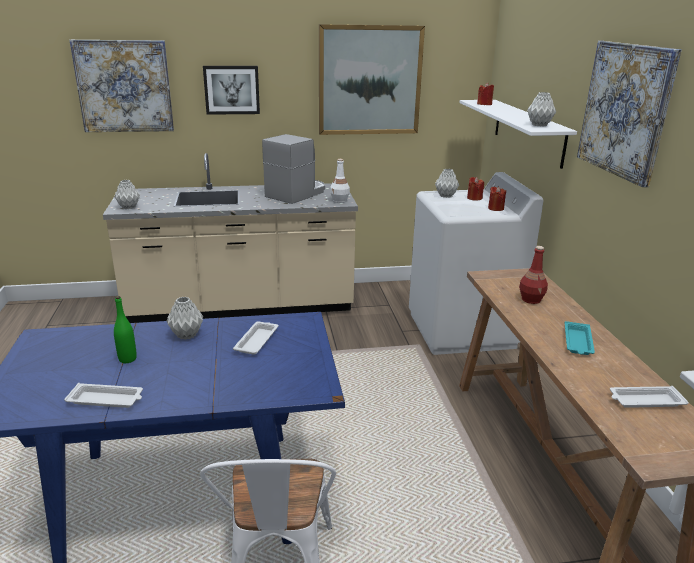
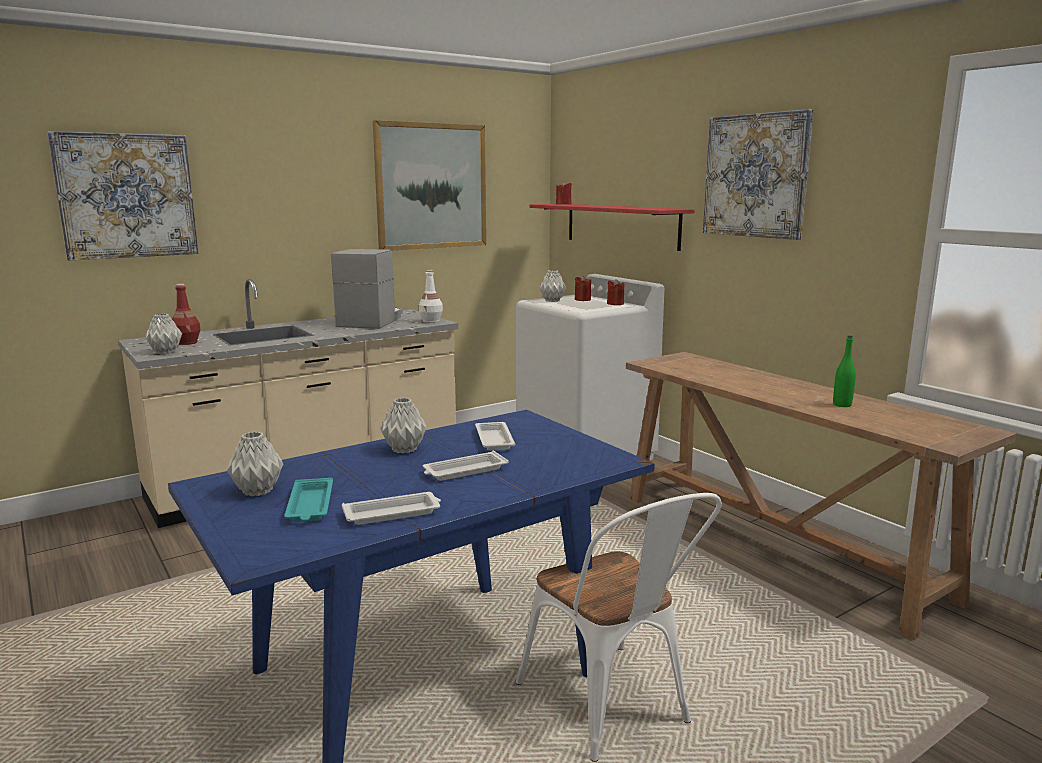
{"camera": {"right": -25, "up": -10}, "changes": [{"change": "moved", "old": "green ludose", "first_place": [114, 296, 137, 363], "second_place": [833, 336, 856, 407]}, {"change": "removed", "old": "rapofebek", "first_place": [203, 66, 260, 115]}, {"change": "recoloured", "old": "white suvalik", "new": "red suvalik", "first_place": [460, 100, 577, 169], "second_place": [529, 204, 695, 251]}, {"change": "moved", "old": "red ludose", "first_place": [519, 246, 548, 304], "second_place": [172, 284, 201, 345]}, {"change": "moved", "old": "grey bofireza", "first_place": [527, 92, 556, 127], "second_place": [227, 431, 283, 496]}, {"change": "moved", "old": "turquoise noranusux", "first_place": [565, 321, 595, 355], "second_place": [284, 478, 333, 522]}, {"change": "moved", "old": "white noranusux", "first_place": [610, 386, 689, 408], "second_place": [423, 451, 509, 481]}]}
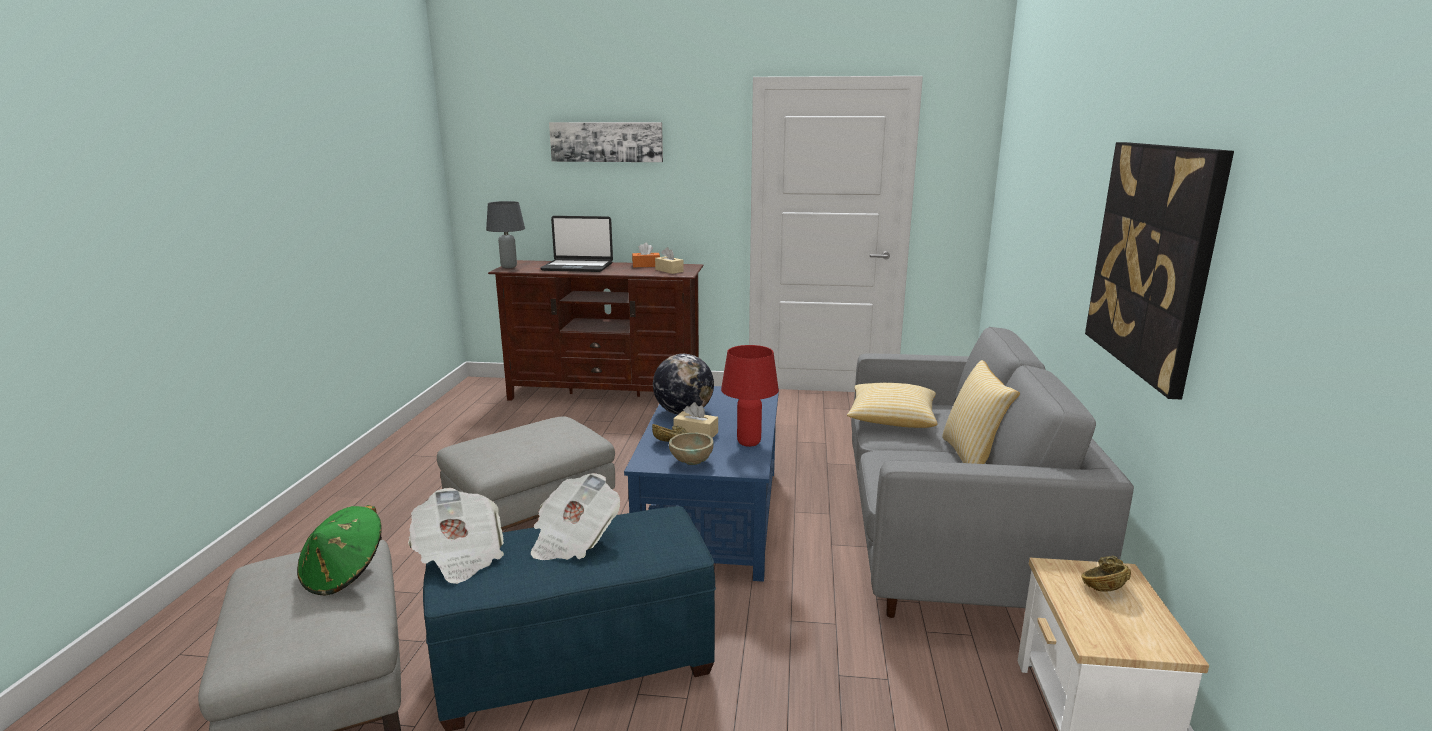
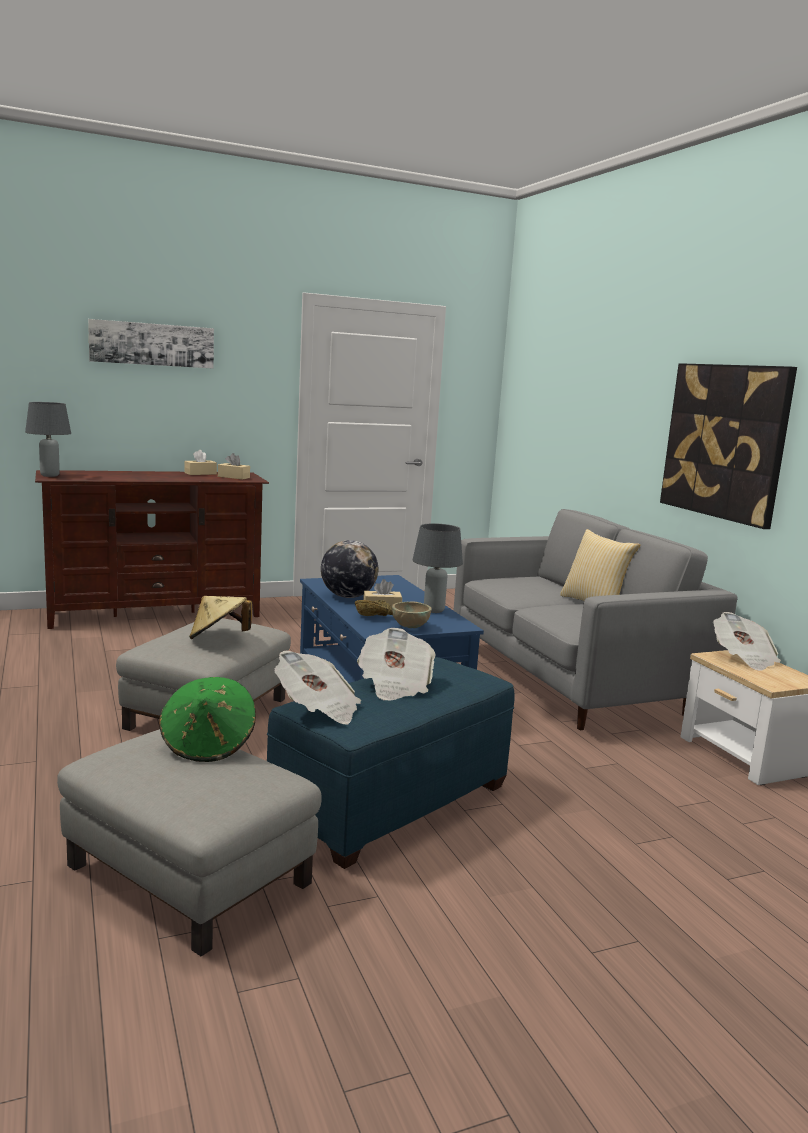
{"camera": {"right": -30, "up": -5}, "changes": [{"change": "removed", "old": "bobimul", "first_place": [540, 216, 613, 272]}, {"change": "recoloured", "old": "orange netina", "new": "beige netina", "first_place": [632, 243, 660, 267], "second_place": [185, 450, 217, 475]}, {"change": "recoloured", "old": "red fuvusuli", "new": "grey fuvusuli", "first_place": [721, 345, 779, 447], "second_place": [413, 523, 463, 613]}, {"change": "removed", "old": "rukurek", "first_place": [847, 383, 938, 428]}, {"change": "replaced", "old": "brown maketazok", "new": "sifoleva", "first_place": [1081, 556, 1131, 592], "second_place": [713, 612, 781, 671]}, {"change": "added", "new": "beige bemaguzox", "second_place": [189, 596, 252, 639]}]}
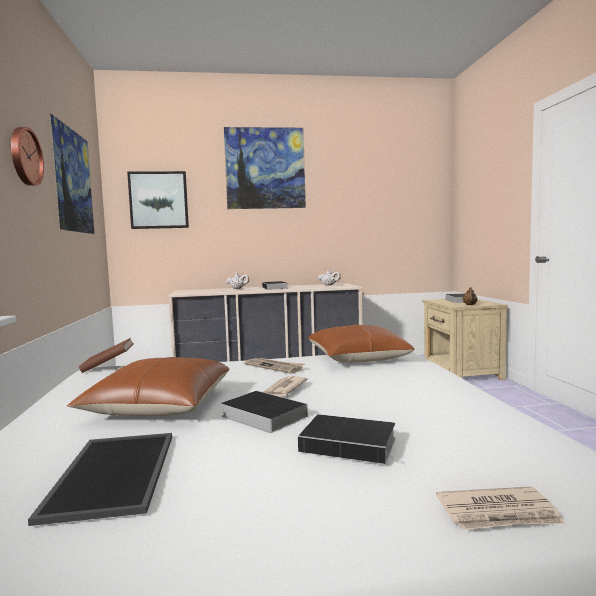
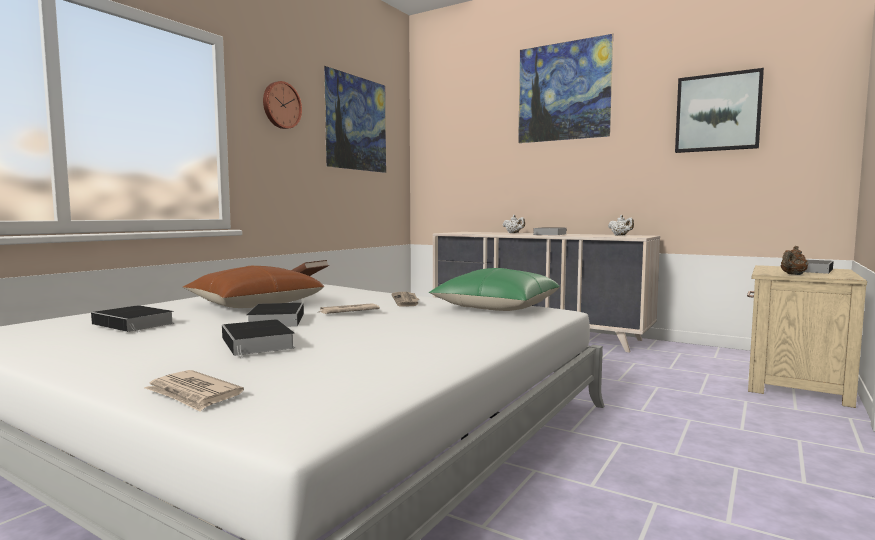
{"camera": {"right": 40, "up": 0}, "changes": [{"change": "replaced", "old": "noranusux", "new": "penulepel", "first_place": [28, 433, 172, 526], "second_place": [91, 305, 174, 333]}, {"change": "moved", "old": "rapofebek", "first_place": [127, 171, 189, 229], "second_place": [675, 68, 764, 153]}, {"change": "recoloured", "old": "brown rukurek", "new": "green rukurek", "first_place": [308, 325, 415, 363], "second_place": [429, 268, 560, 311]}]}
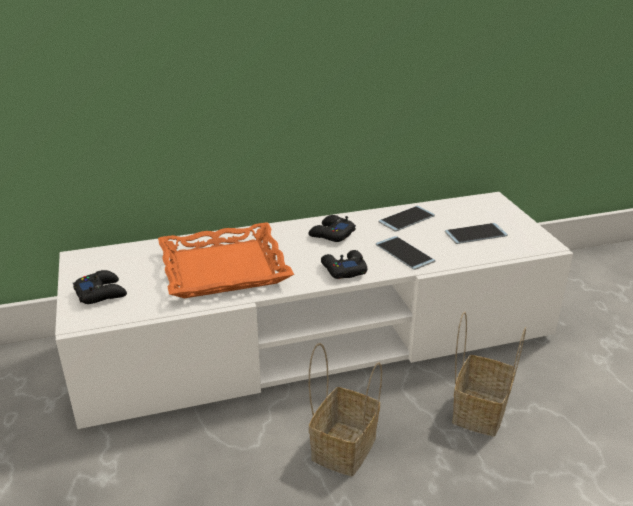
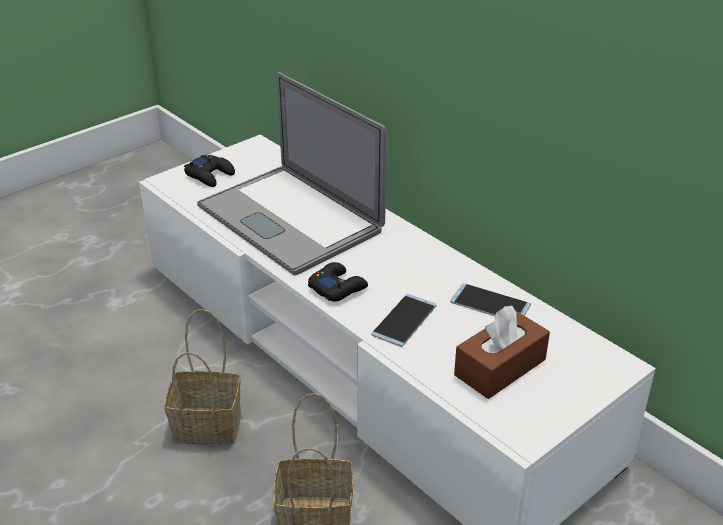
{"camera": {"right": 65, "up": 5}, "changes": [{"change": "replaced", "old": "orange noranusux", "new": "bobimul", "first_place": [158, 222, 294, 298], "second_place": [197, 72, 387, 275]}, {"change": "removed", "old": "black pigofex", "first_place": [308, 215, 356, 242]}, {"change": "replaced", "old": "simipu", "new": "brown netina", "first_place": [445, 223, 508, 244], "second_place": [454, 306, 550, 399]}]}
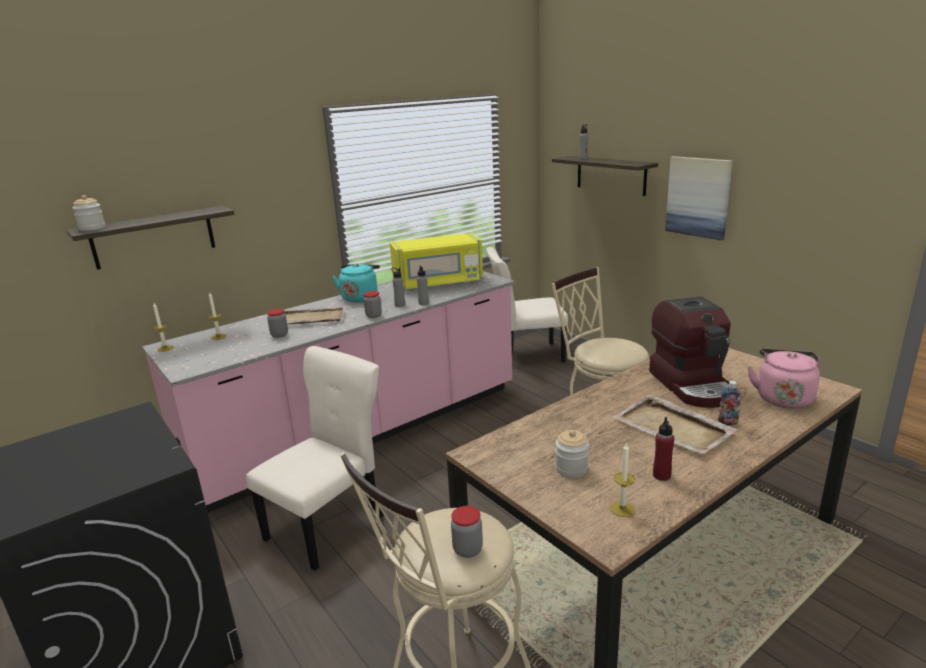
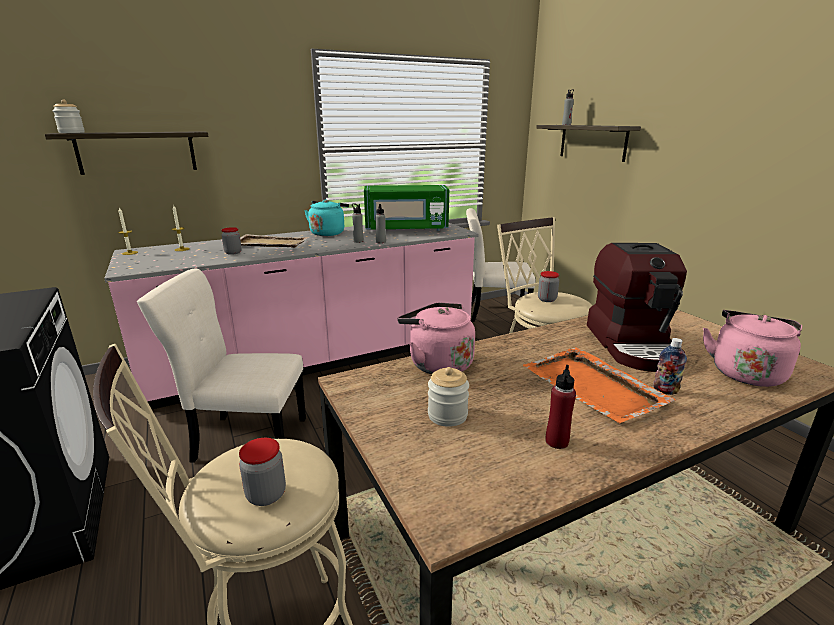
{"camera": {"right": 10, "up": 0}, "changes": [{"change": "turned", "old": "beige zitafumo", "first_place": [246, 346, 384, 571], "second_place": [137, 269, 306, 463], "degrees": -135}, {"change": "moved", "old": "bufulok", "first_place": [364, 291, 382, 318], "second_place": [538, 271, 559, 302]}, {"change": "recoloured", "old": "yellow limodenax", "new": "green limodenax", "first_place": [390, 233, 483, 290], "second_place": [364, 185, 449, 231]}, {"change": "removed", "old": "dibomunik", "first_place": [610, 442, 635, 517]}, {"change": "recoloured", "old": "beige noranusux", "new": "orange noranusux", "first_place": [612, 395, 738, 454], "second_place": [523, 347, 676, 423]}, {"change": "removed", "old": "rapofebek", "first_place": [665, 156, 733, 241]}, {"change": "added", "new": "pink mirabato", "second_place": [398, 302, 475, 374]}]}
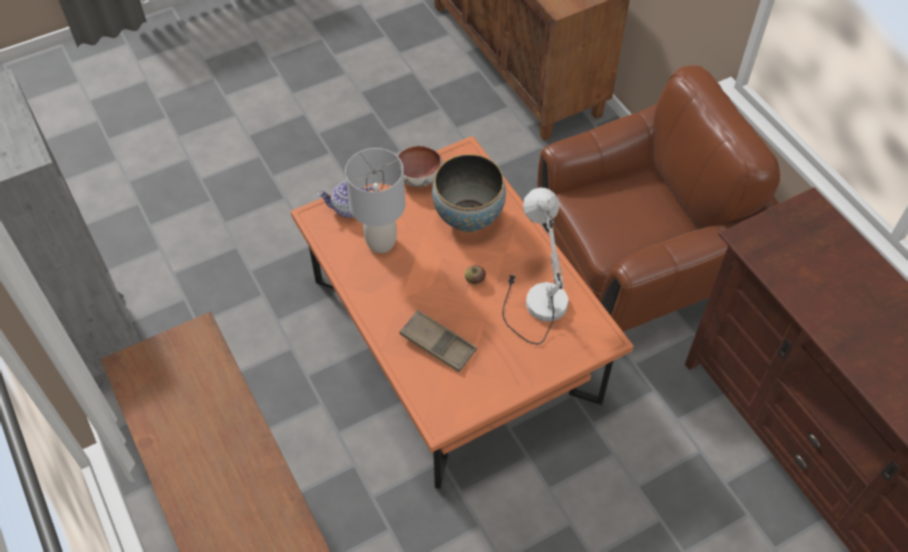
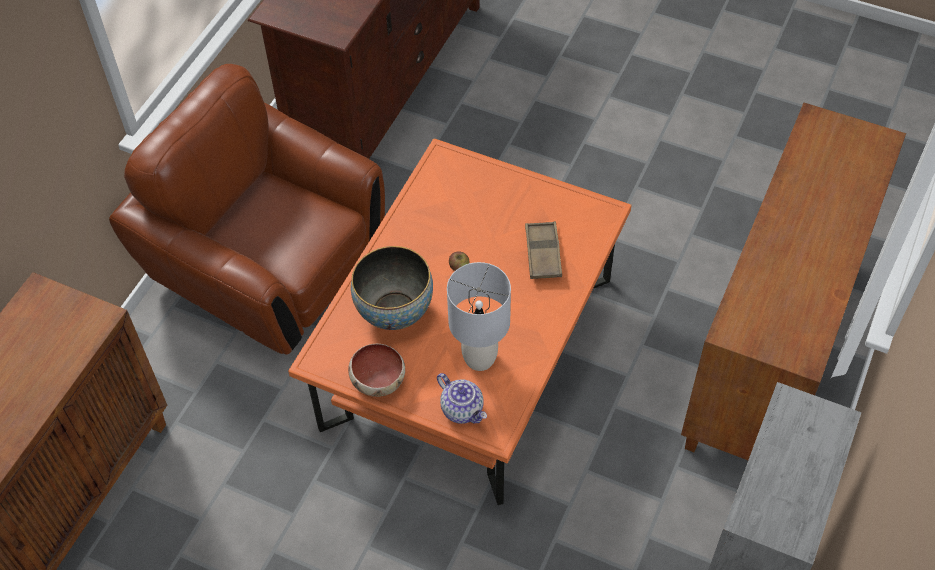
{"camera": {"right": -125, "up": 0}, "changes": [{"change": "removed", "old": "white fuvusuli", "first_place": [502, 188, 569, 345]}]}
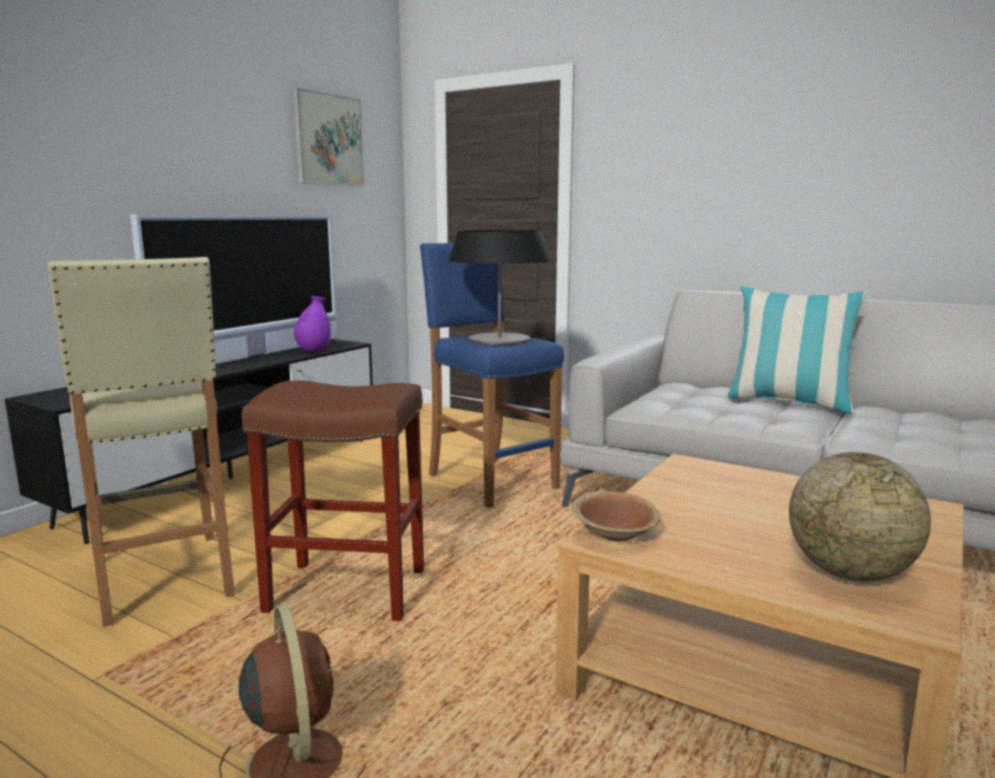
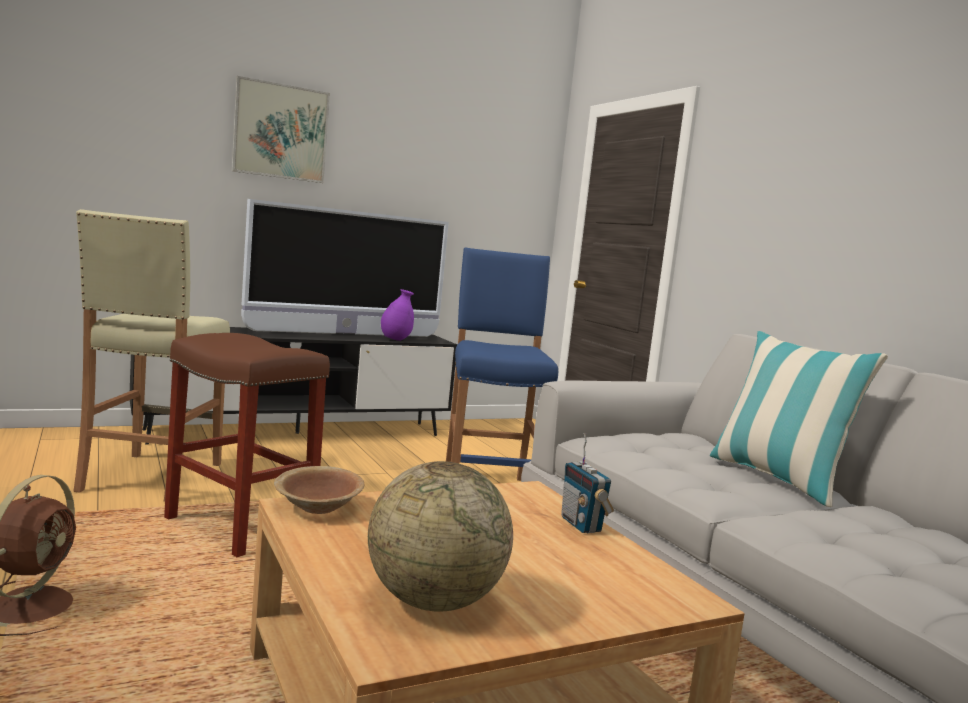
{"camera": {"right": 30, "up": -5}, "changes": [{"change": "moved", "old": "rapofebek", "first_place": [293, 87, 364, 186], "second_place": [232, 76, 330, 183]}, {"change": "removed", "old": "fuvusuli", "first_place": [449, 230, 551, 344]}, {"change": "added", "new": "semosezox", "second_place": [561, 433, 614, 533]}]}
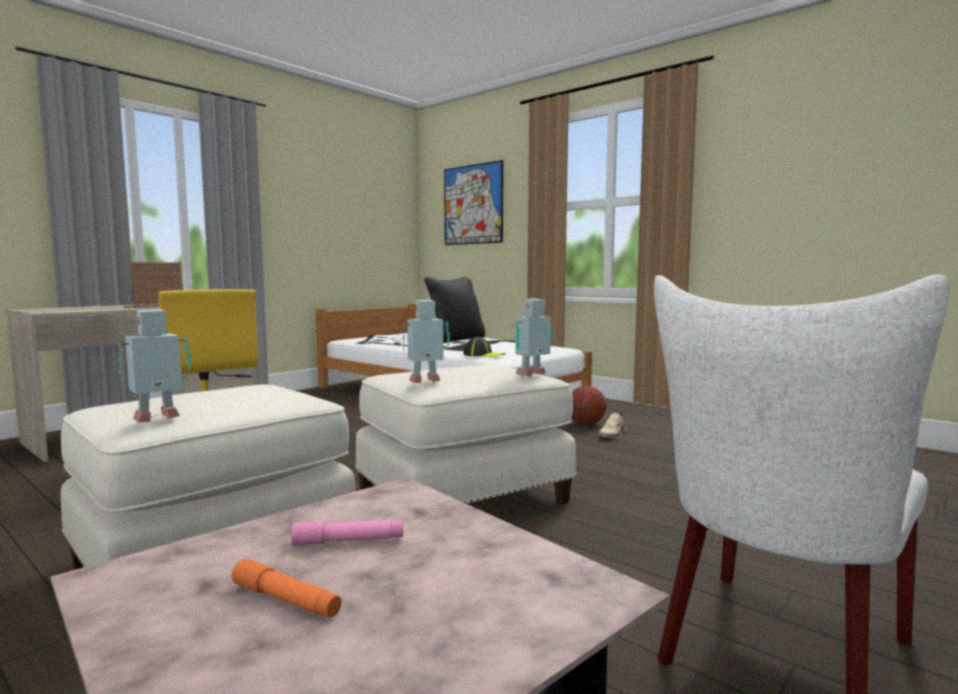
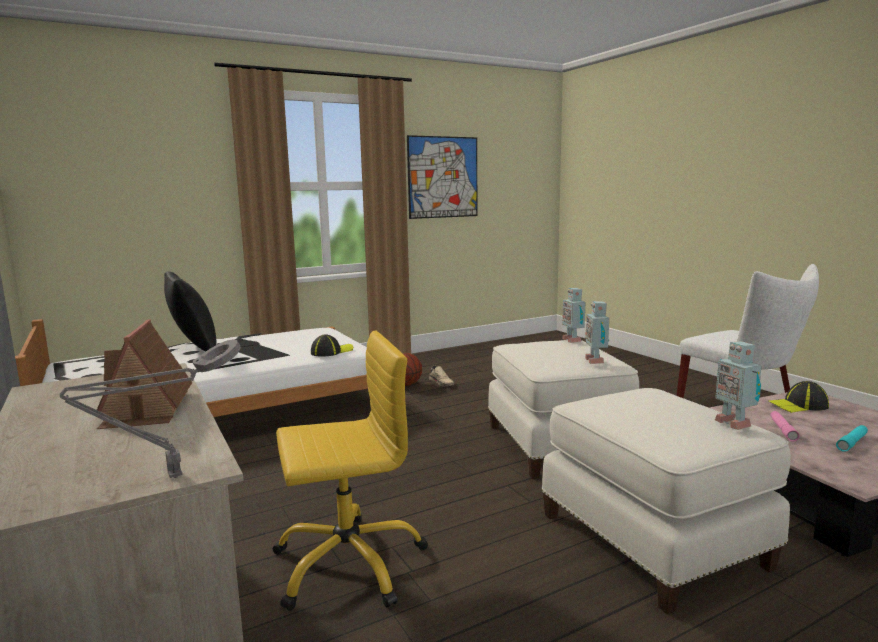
{"camera": {"right": -70, "up": 5}, "changes": [{"change": "recoloured", "old": "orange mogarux", "new": "turquoise mogarux", "first_place": [232, 559, 341, 618], "second_place": [836, 425, 868, 452]}, {"change": "moved", "old": "rapofebek", "first_place": [444, 160, 503, 245], "second_place": [407, 135, 478, 219]}, {"change": "added", "new": "grey fuvusuli", "second_place": [60, 339, 241, 478]}, {"change": "added", "new": "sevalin", "second_place": [769, 381, 829, 413]}]}
